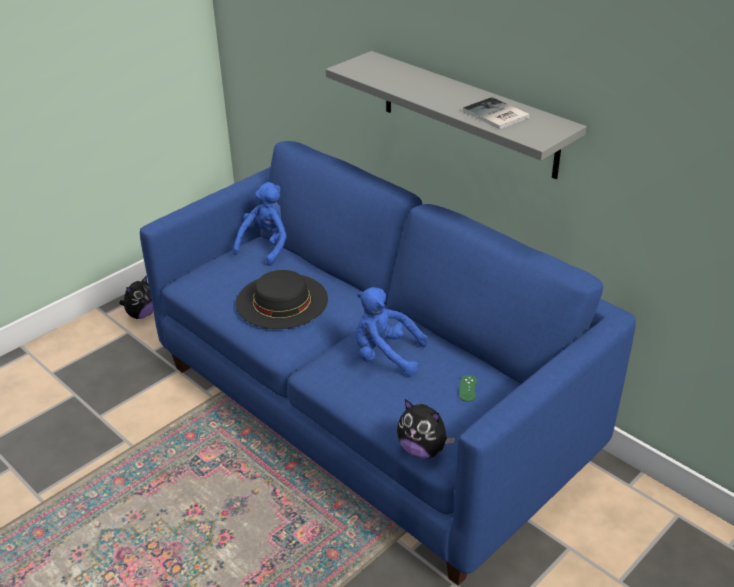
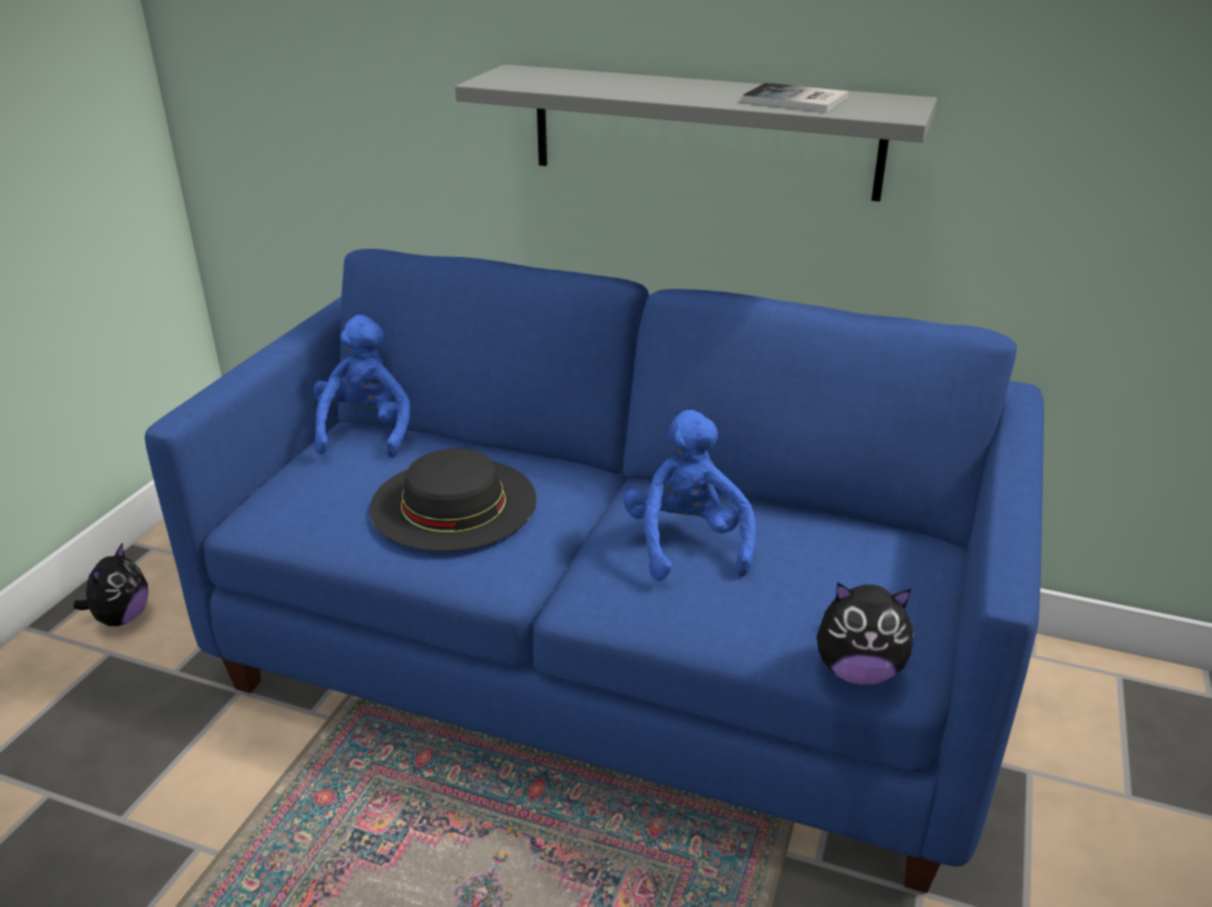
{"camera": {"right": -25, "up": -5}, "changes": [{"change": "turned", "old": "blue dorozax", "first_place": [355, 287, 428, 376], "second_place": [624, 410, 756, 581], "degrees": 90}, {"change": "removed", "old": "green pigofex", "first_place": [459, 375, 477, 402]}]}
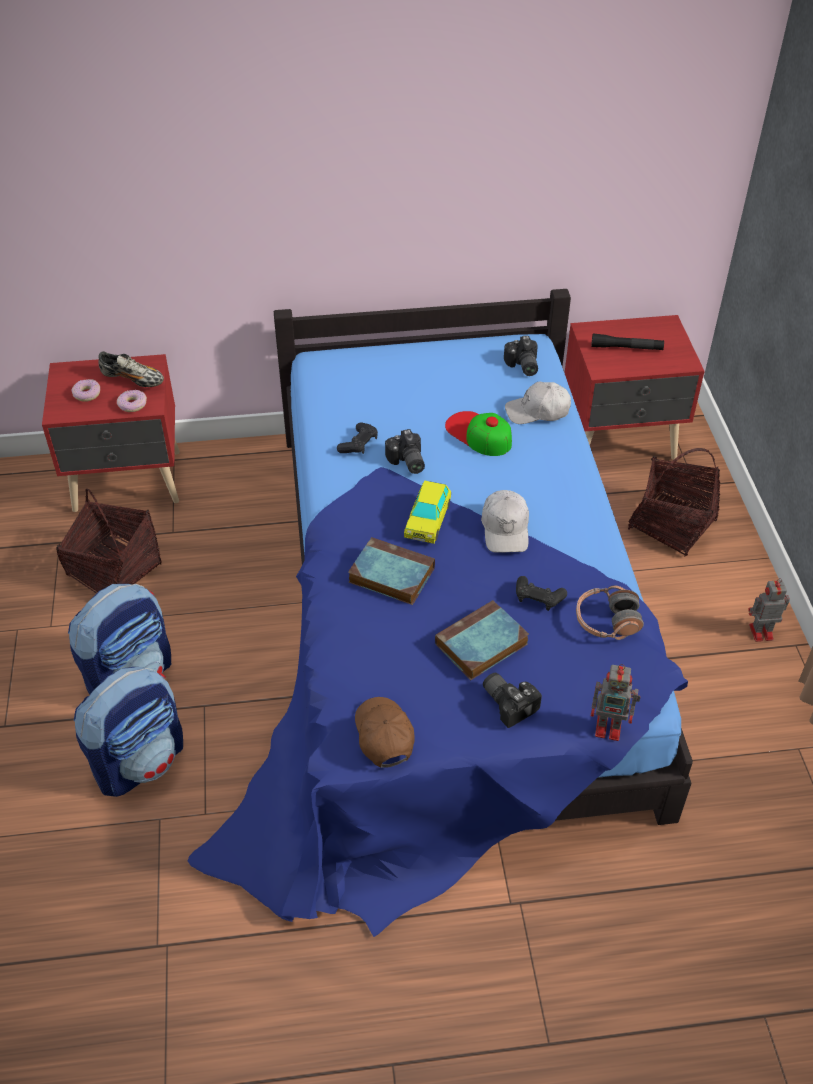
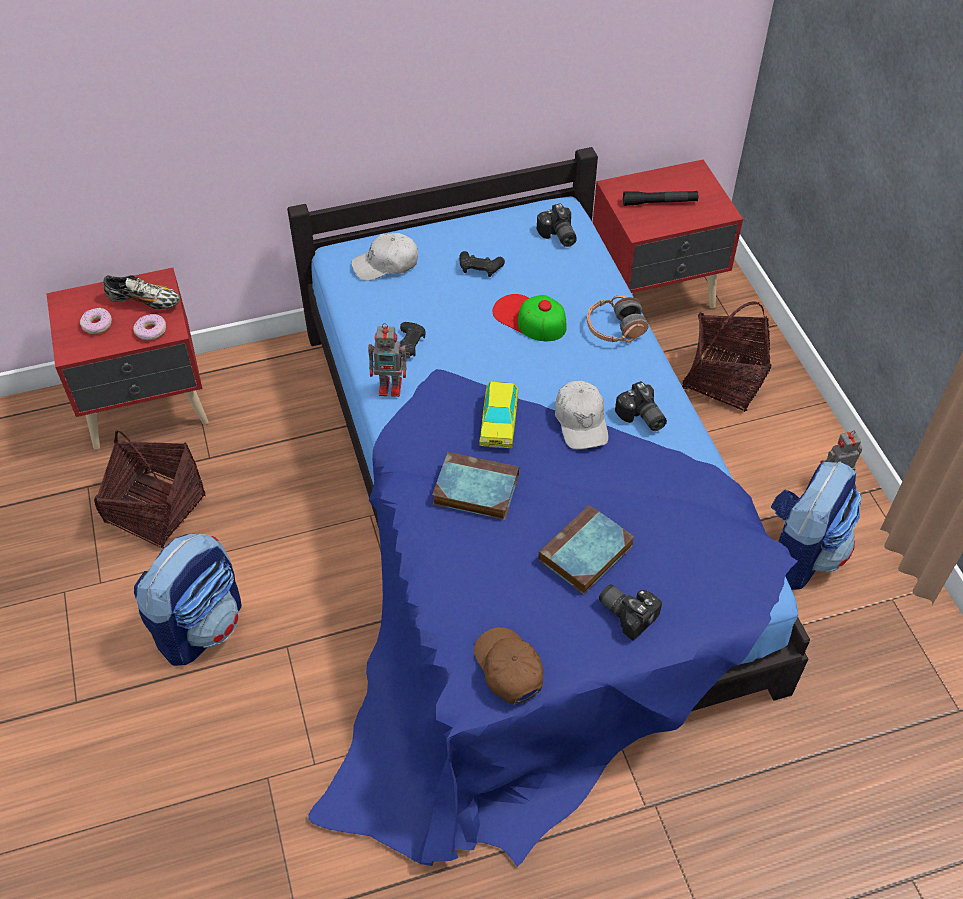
{"camera": {"right": -10, "up": 5}, "changes": [{"change": "moved", "old": "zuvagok", "first_place": [74, 667, 183, 797], "second_place": [771, 461, 862, 590]}, {"change": "moved", "old": "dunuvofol", "first_place": [385, 429, 425, 474], "second_place": [615, 381, 667, 431]}, {"change": "moved", "old": "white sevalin", "first_place": [505, 381, 571, 424], "second_place": [351, 233, 418, 281]}, {"change": "moved", "old": "black pigofex", "first_place": [516, 576, 567, 611], "second_place": [459, 251, 505, 277]}, {"change": "moved", "old": "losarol", "first_place": [576, 585, 644, 640], "second_place": [587, 295, 649, 343]}, {"change": "moved", "old": "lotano", "first_place": [591, 664, 641, 741], "second_place": [368, 323, 410, 397]}]}
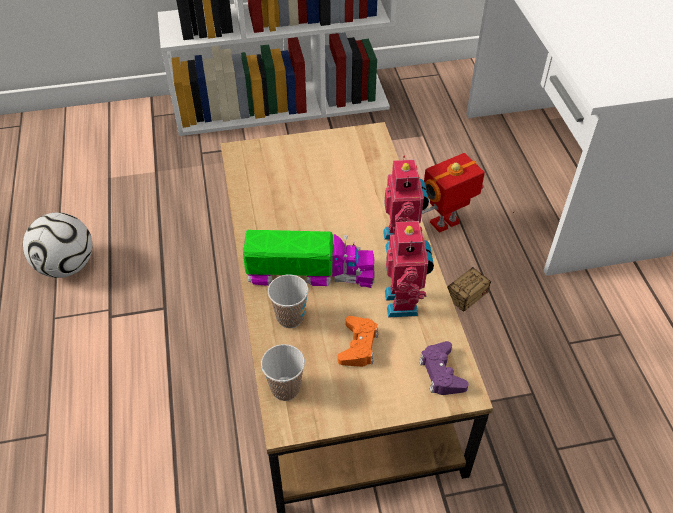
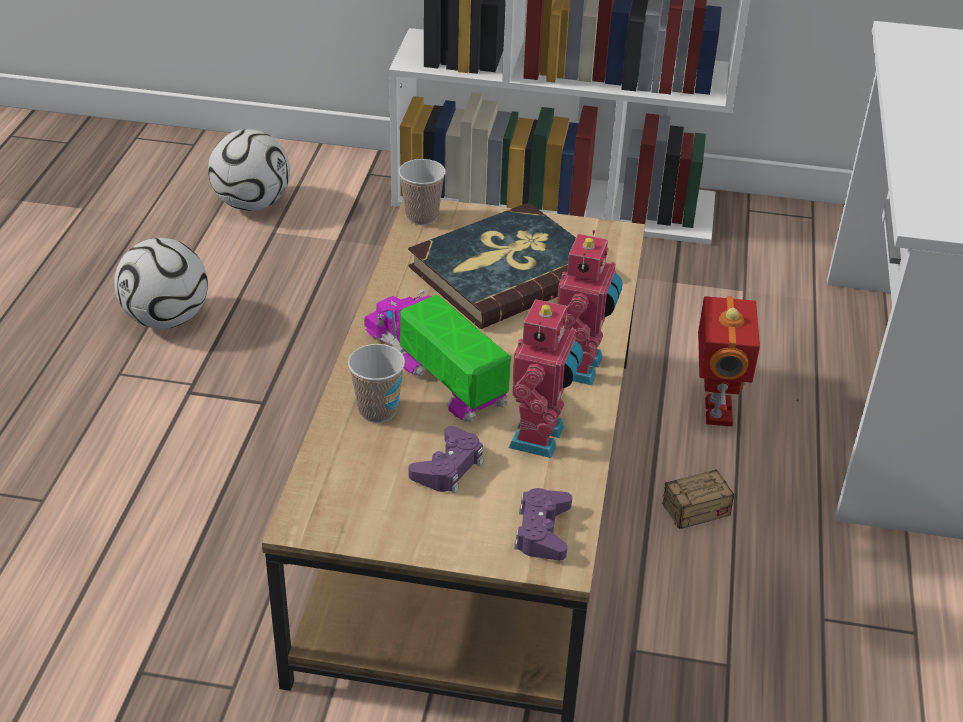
{"camera": {"right": 20, "up": -10}, "changes": [{"change": "turned", "old": "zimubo", "first_place": [243, 230, 374, 288], "second_place": [364, 289, 511, 422], "degrees": -150}, {"change": "moved", "old": "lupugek", "first_place": [261, 344, 305, 401], "second_place": [398, 159, 446, 225]}, {"change": "recoloured", "old": "orange pigofex", "new": "purple pigofex", "first_place": [338, 316, 378, 367], "second_place": [408, 426, 483, 493]}, {"change": "turned", "old": "lotano", "first_place": [422, 153, 485, 233], "second_place": [698, 296, 760, 427], "degrees": 105}, {"change": "added", "new": "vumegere", "second_place": [208, 129, 290, 211]}, {"change": "added", "new": "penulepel", "second_place": [408, 202, 576, 329]}]}
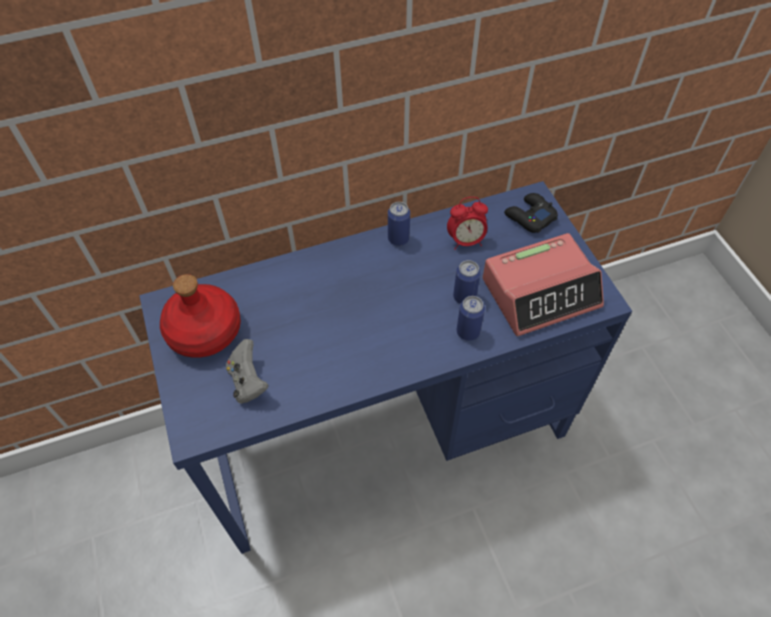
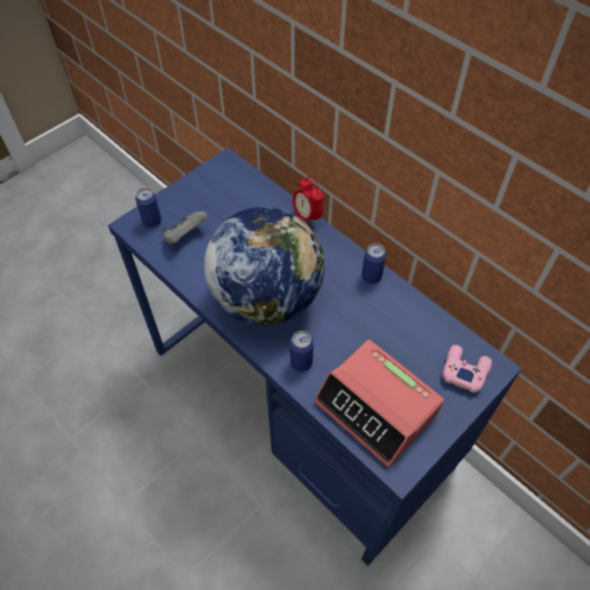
{"camera": {"right": 65, "up": 0}, "changes": [{"change": "removed", "old": "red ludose", "first_place": [160, 274, 241, 358]}, {"change": "moved", "old": "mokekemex", "first_place": [447, 197, 488, 250], "second_place": [293, 176, 324, 224]}, {"change": "moved", "old": "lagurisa", "first_place": [453, 260, 481, 304], "second_place": [135, 188, 162, 228]}, {"change": "recoloured", "old": "black pigofex", "new": "pink pigofex", "first_place": [504, 193, 558, 233], "second_place": [442, 345, 492, 393]}, {"change": "added", "new": "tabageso", "second_place": [204, 207, 325, 326]}]}
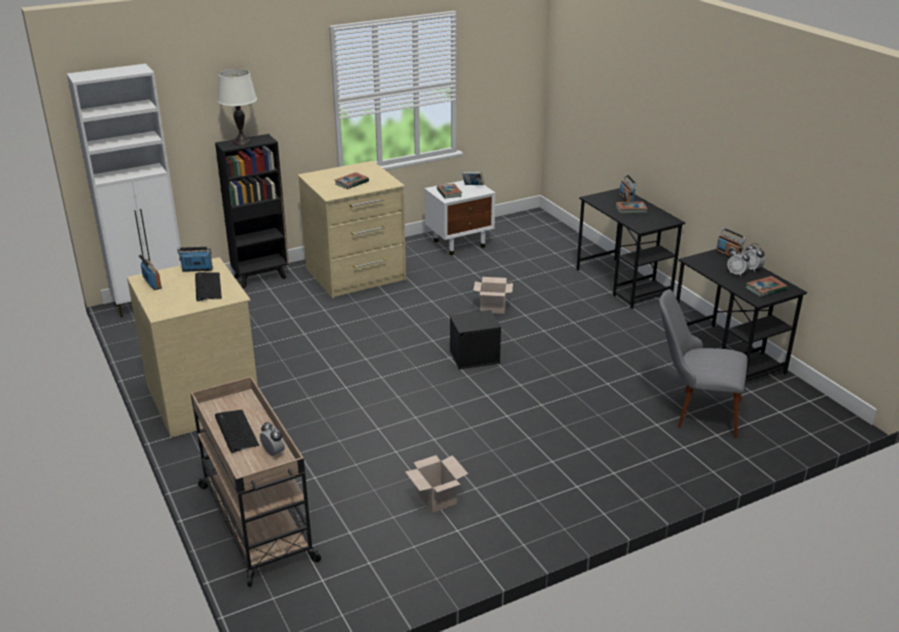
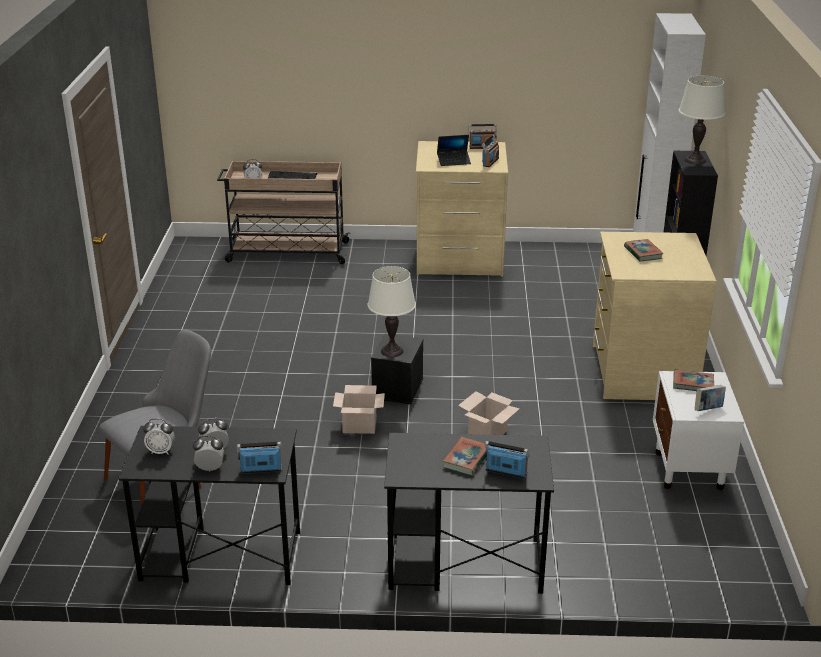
{"camera": {"right": 120, "up": 0}, "changes": [{"change": "replaced", "old": "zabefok", "new": "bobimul", "first_place": [195, 272, 222, 301], "second_place": [437, 135, 471, 166]}, {"change": "moved", "old": "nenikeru", "first_place": [405, 455, 468, 513], "second_place": [333, 385, 385, 434]}, {"change": "replaced", "old": "penulepel", "new": "mokekemex", "first_place": [746, 276, 787, 297], "second_place": [143, 419, 175, 454]}, {"change": "added", "new": "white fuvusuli", "second_place": [367, 266, 416, 357]}]}
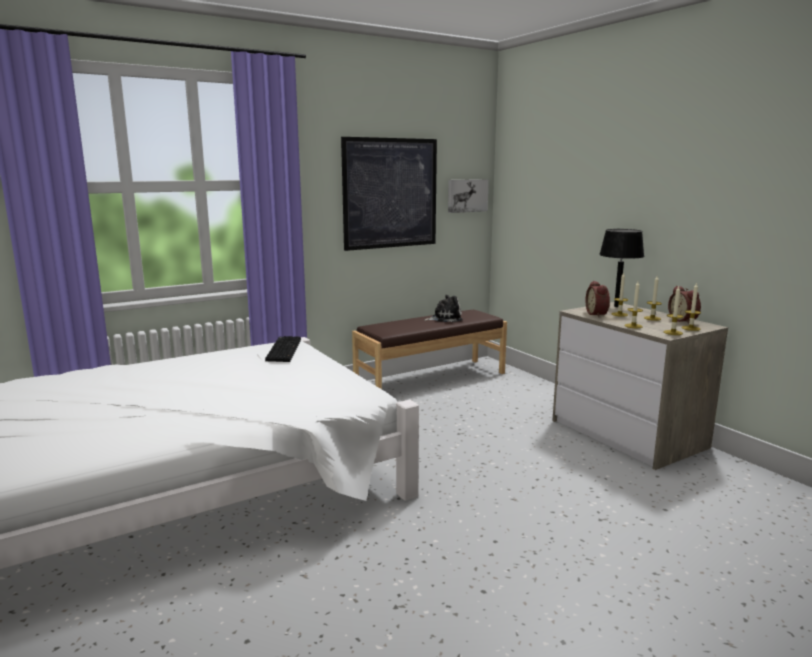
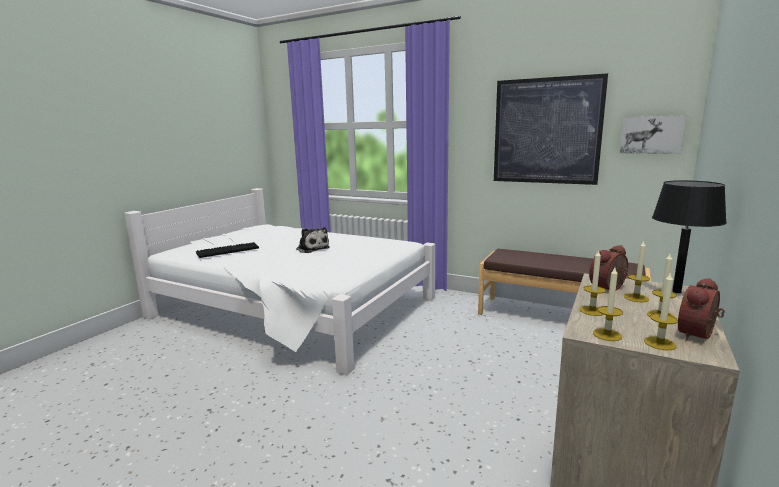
{"camera": {"right": 60, "up": 0}, "changes": [{"change": "moved", "old": "zabefok", "first_place": [265, 336, 301, 362], "second_place": [196, 242, 259, 258]}, {"change": "moved", "old": "dorozax", "first_place": [424, 295, 463, 322], "second_place": [296, 227, 330, 253]}]}
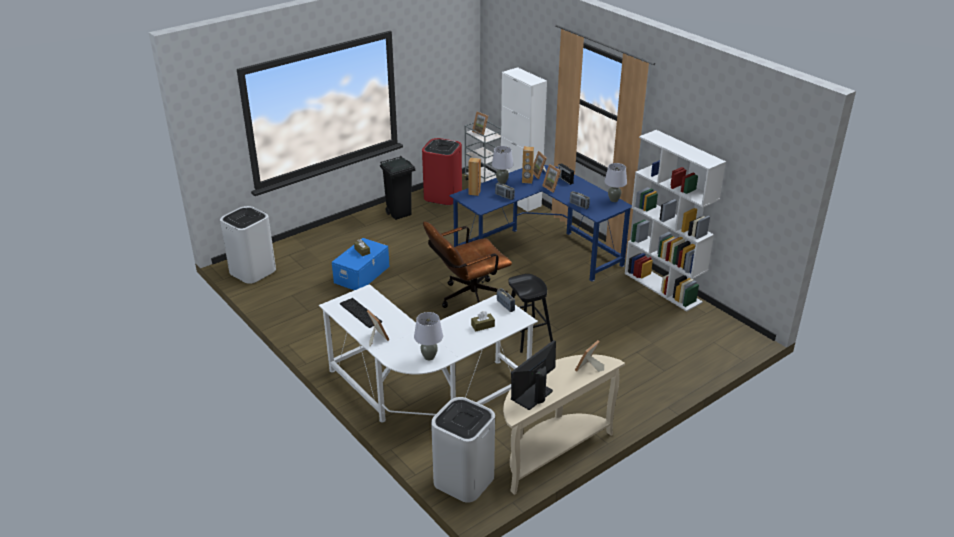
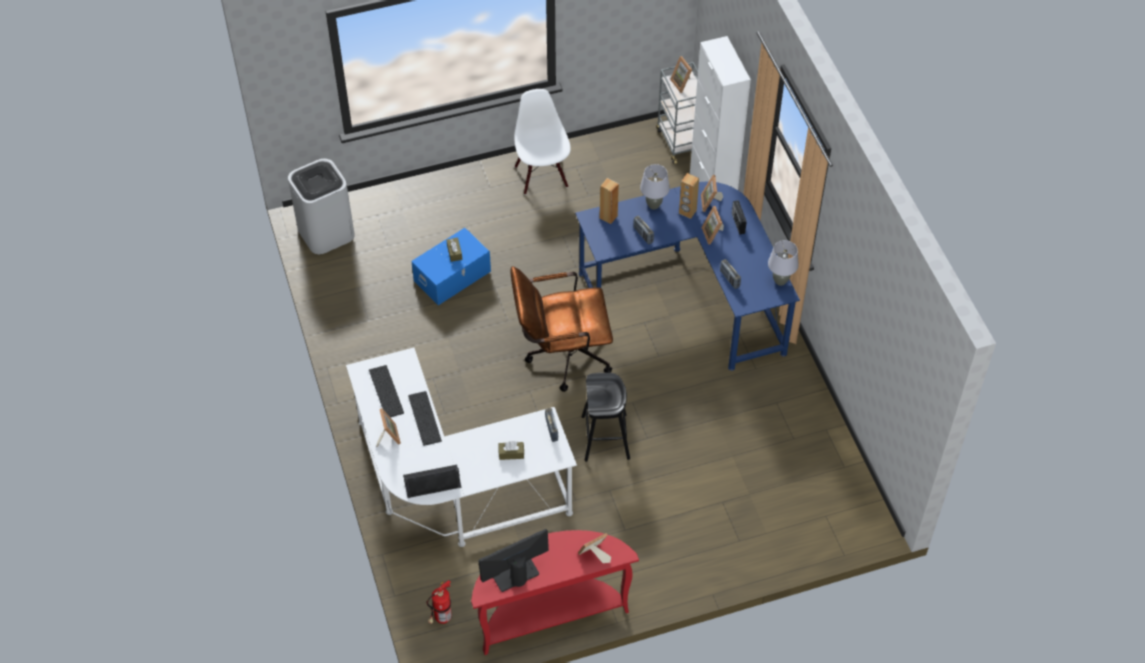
{"camera": {"right": 20, "up": 20}, "changes": [{"change": "replaced", "old": "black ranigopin", "new": "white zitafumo", "first_place": [380, 156, 415, 220], "second_place": [514, 89, 571, 195]}, {"change": "replaced", "old": "grey fuvusuli", "new": "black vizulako", "first_place": [414, 312, 443, 360], "second_place": [403, 464, 461, 498]}, {"change": "removed", "old": "red ranigopin", "first_place": [422, 138, 462, 205]}, {"change": "replaced", "old": "white ranigopin", "new": "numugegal", "first_place": [431, 397, 495, 503], "second_place": [426, 580, 452, 624]}, {"change": "recoloured", "old": "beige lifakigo", "new": "red lifakigo", "first_place": [503, 354, 625, 495], "second_place": [471, 530, 639, 655]}, {"change": "removed", "old": "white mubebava", "first_place": [625, 130, 726, 311]}, {"change": "added", "new": "zabefok", "second_place": [408, 391, 442, 446]}]}
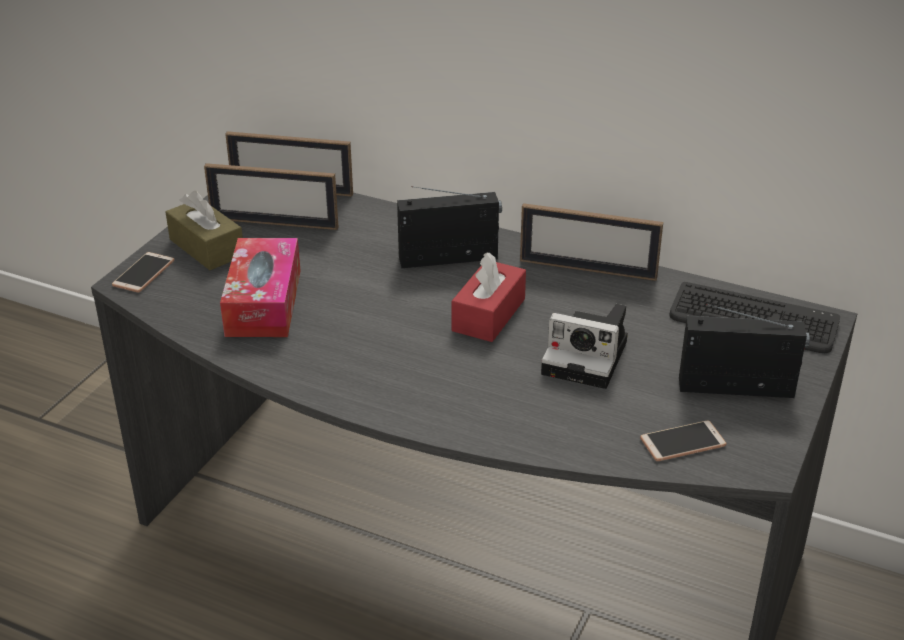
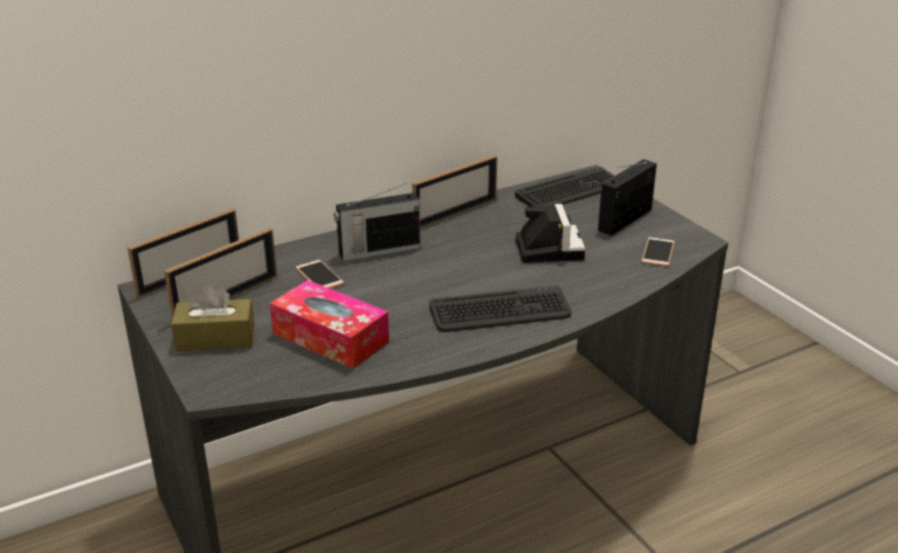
{"camera": {"right": -55, "up": -5}, "changes": [{"change": "moved", "old": "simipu", "first_place": [112, 252, 174, 292], "second_place": [296, 260, 344, 289]}, {"change": "turned", "old": "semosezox", "first_place": [397, 186, 502, 268], "second_place": [334, 183, 420, 261], "degrees": -135}, {"change": "removed", "old": "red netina", "first_place": [451, 252, 526, 342]}, {"change": "turned", "old": "dunuvofol", "first_place": [541, 304, 628, 389], "second_place": [515, 204, 585, 263], "degrees": -60}, {"change": "added", "new": "zabefok", "second_place": [429, 286, 571, 332]}]}
